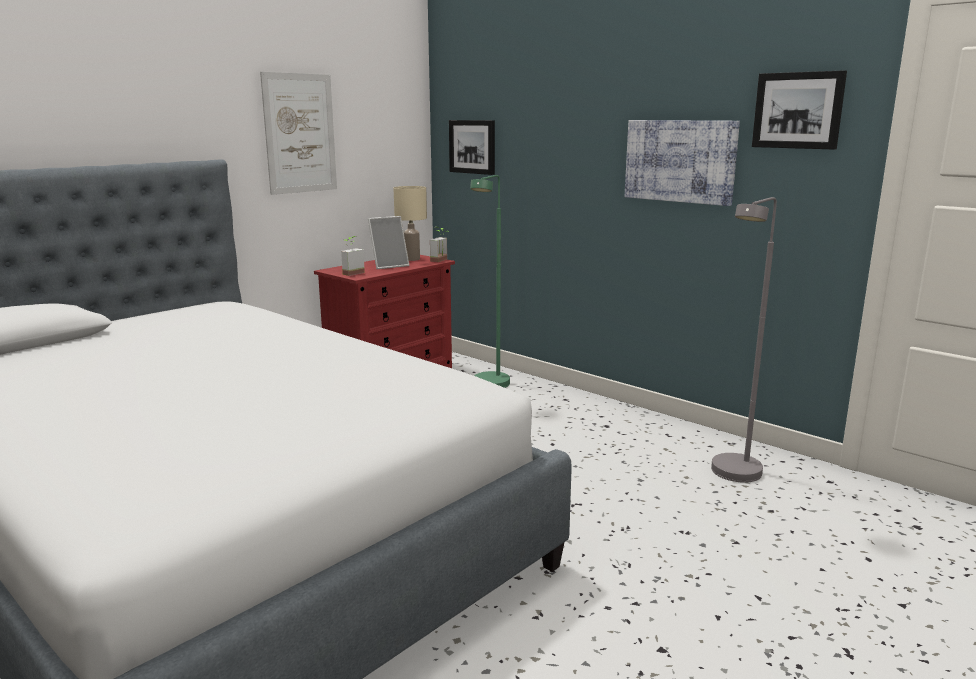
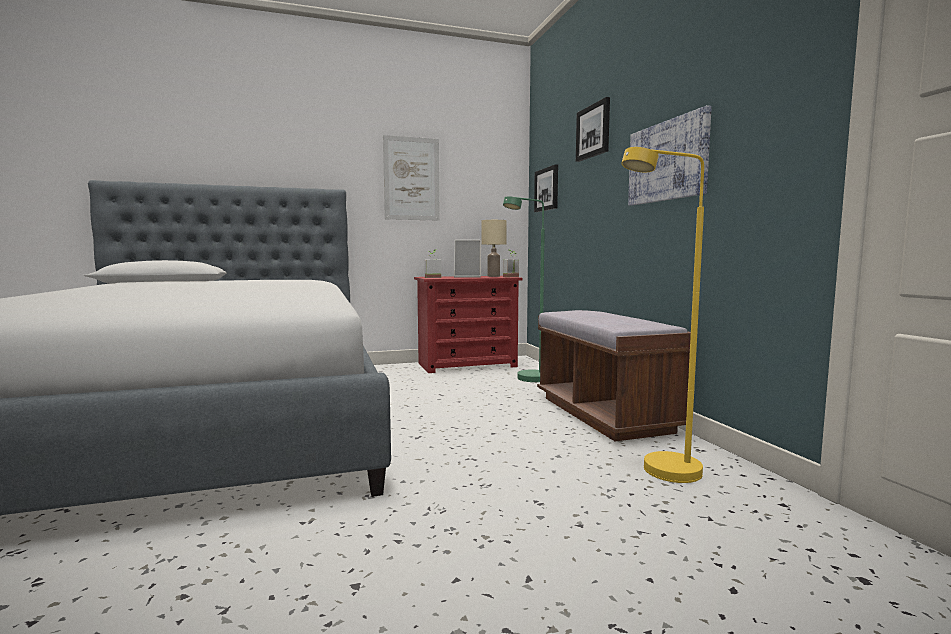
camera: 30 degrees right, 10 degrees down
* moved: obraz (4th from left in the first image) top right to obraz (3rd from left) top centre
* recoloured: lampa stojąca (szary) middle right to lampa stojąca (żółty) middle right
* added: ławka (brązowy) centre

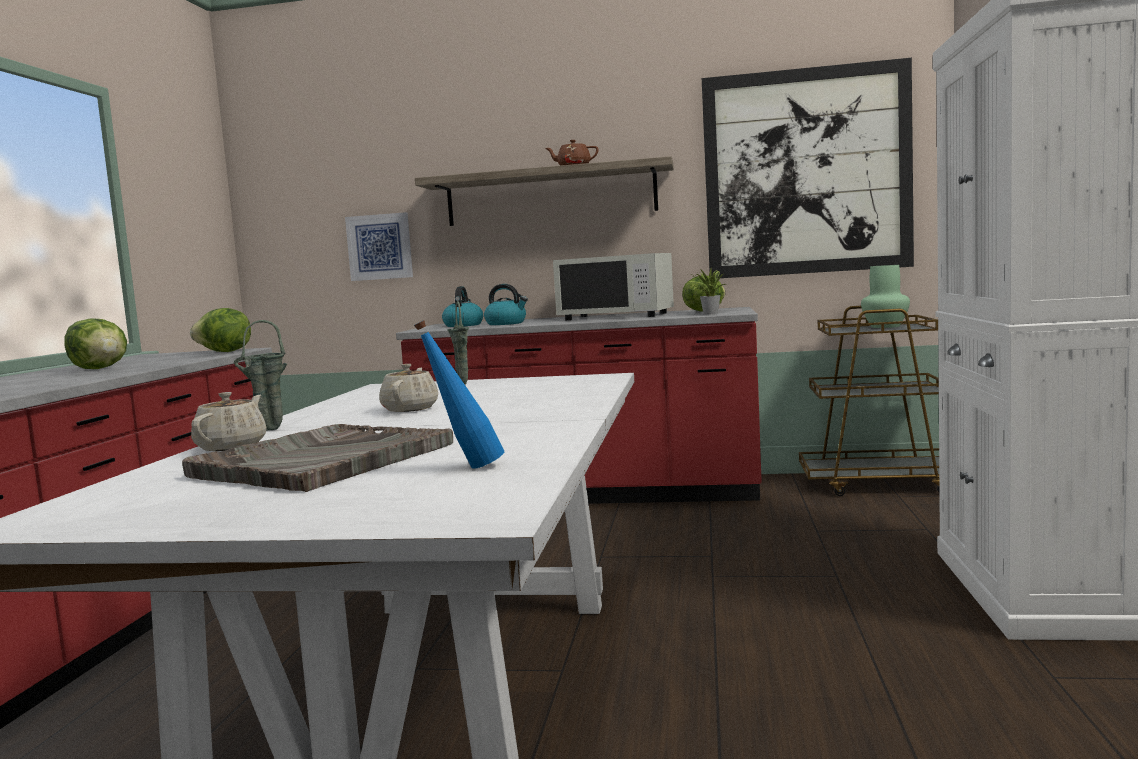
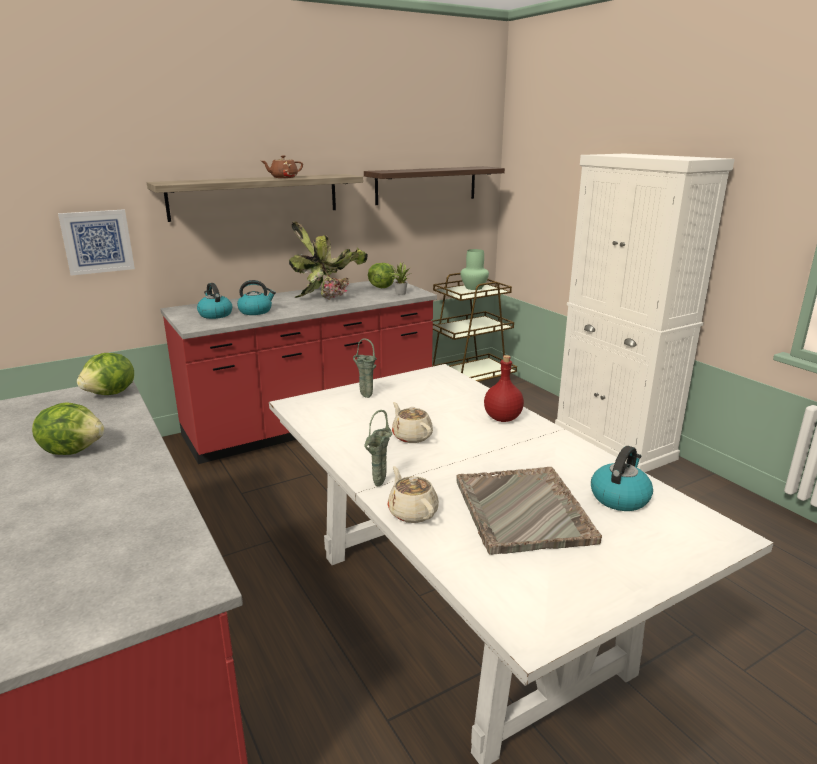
camera: 40 degrees left, 15 degrees up
* replaced: obraz (2nd from left) top right to półka (2nd from left) top centre
* replaced: mikrofalówka (biały) centre to roślina doniczkowa (1st from left) centre
* replaced: butelka (niebieski) centre to czajnik (3rd from left) middle right
* added: butelka (czerwony) centre

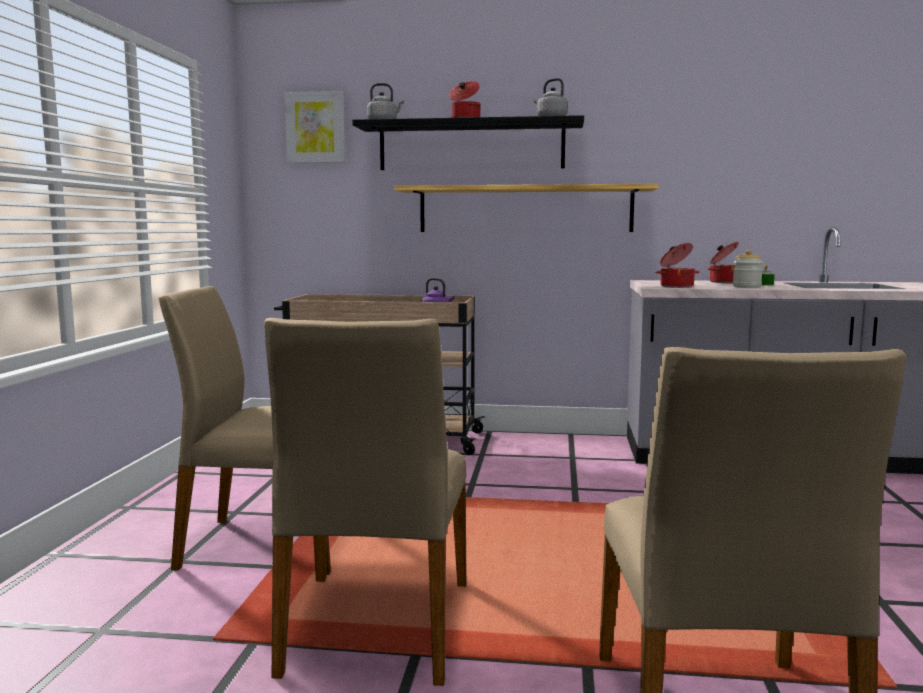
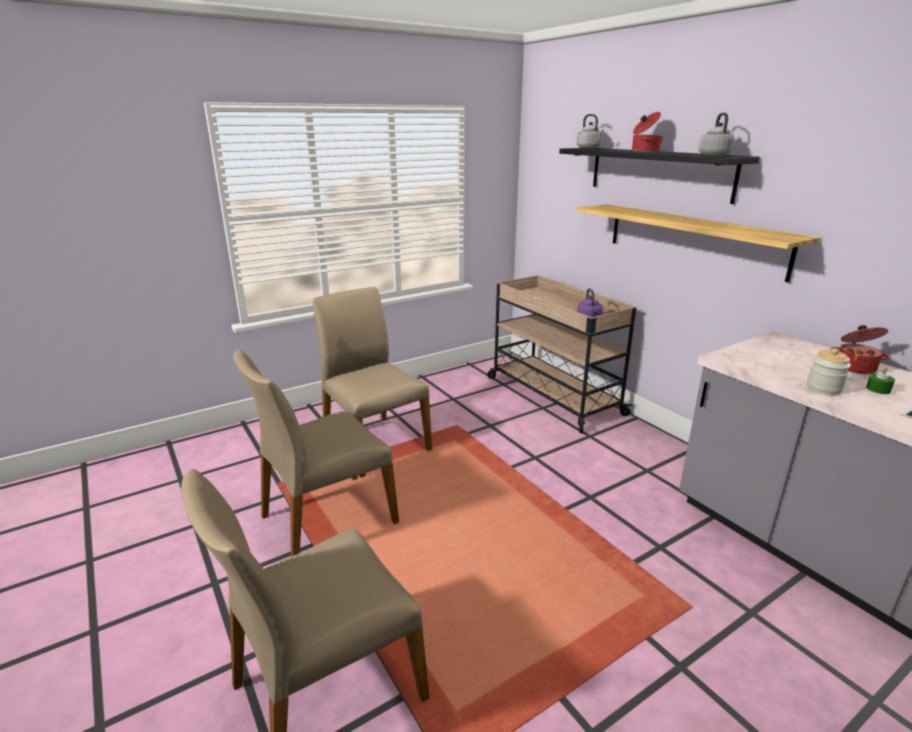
camera: 50 degrees right, 15 degrees up
* removed: obraz top centre
* removed: garnek (2nd from left) middle right

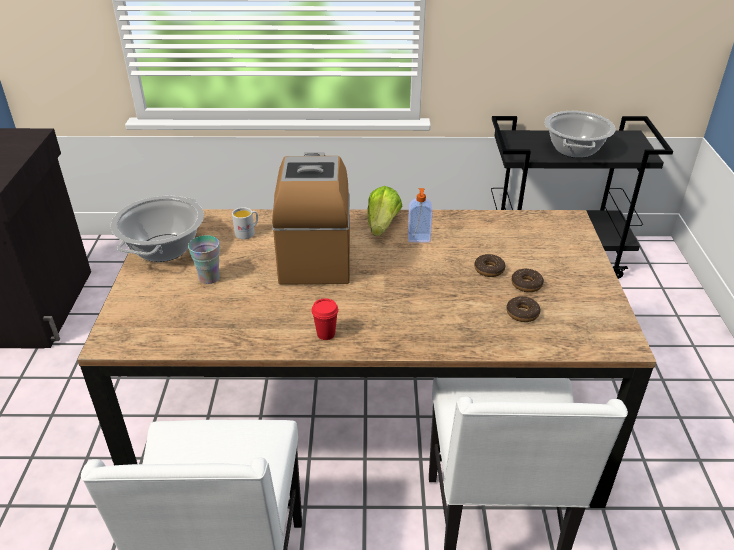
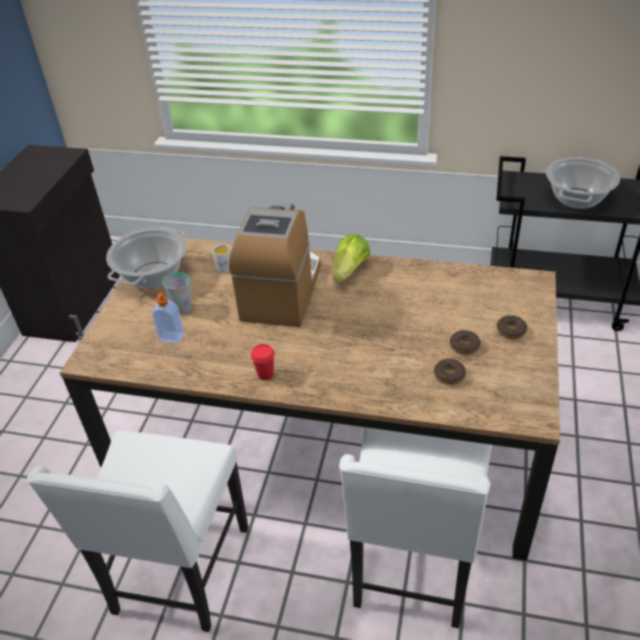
camera: 15 degrees right, 5 degrees up
* moved: dozownik mydła centre to middle left
* moved: donut (1st from left in the first image) centre to donut (3rd from left) middle right

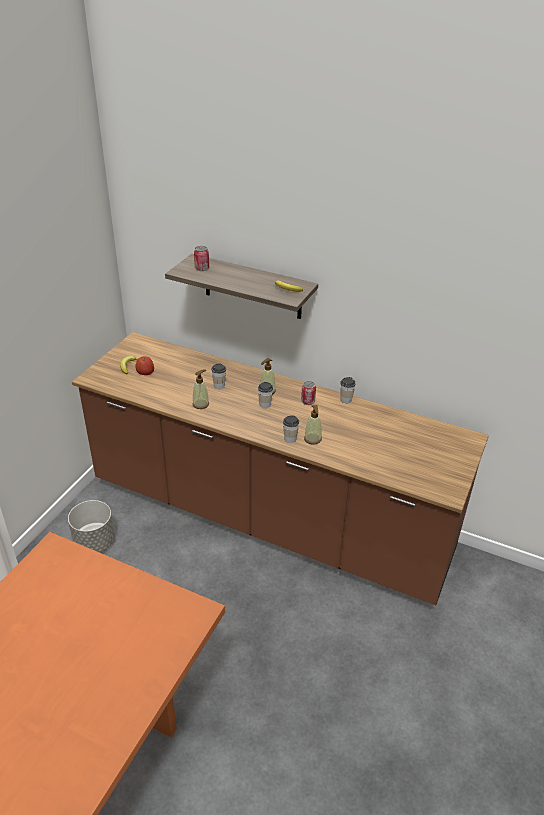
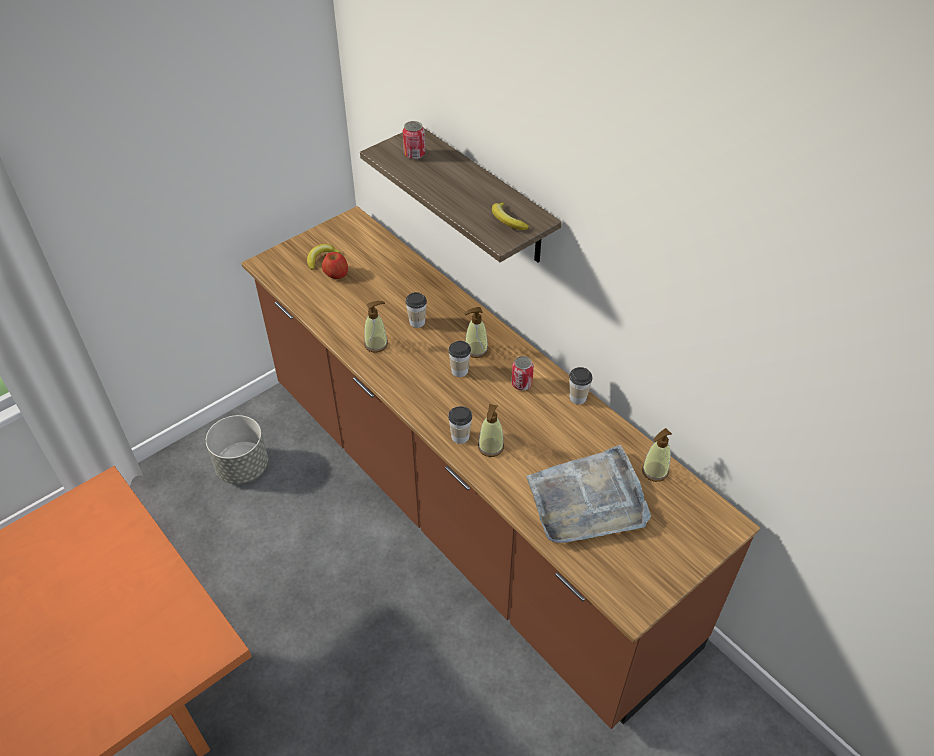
camera: 25 degrees right, 10 degrees up
* added: dozownik mydła (4th from left) middle right
* added: taca (szary) centre

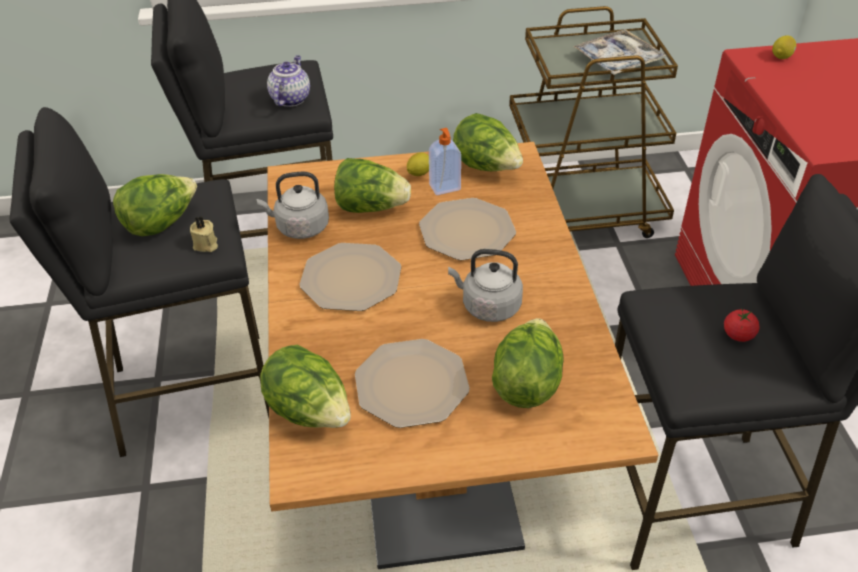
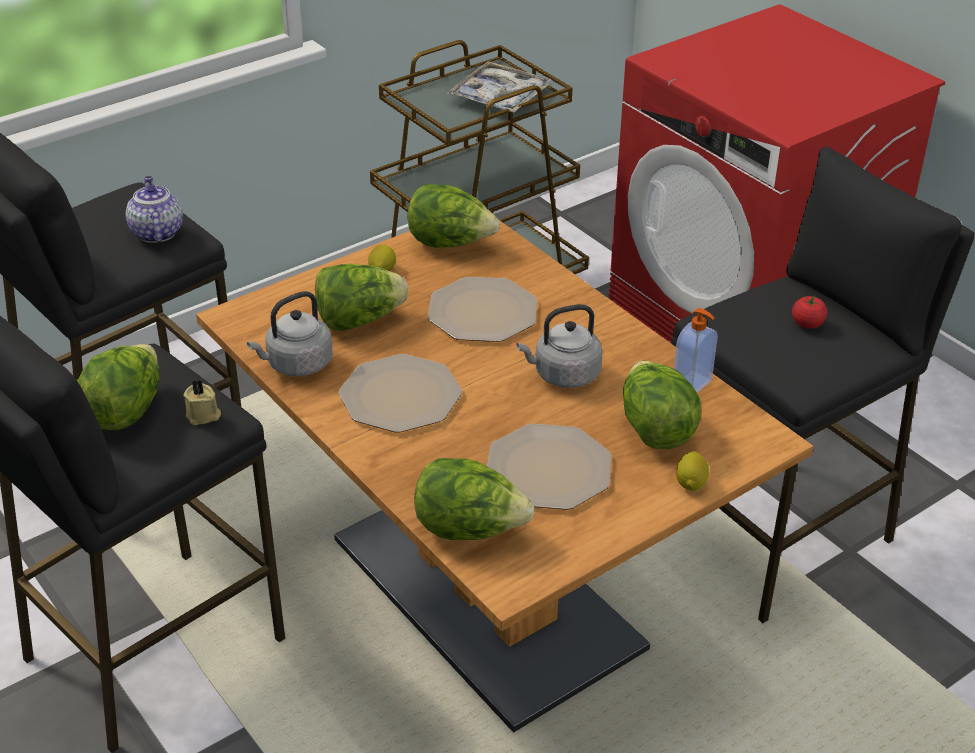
camera: 30 degrees left, 5 degrees down
* moved: cytryna (2nd from left) top right to middle right
* moved: dozownik mydła top centre to middle right

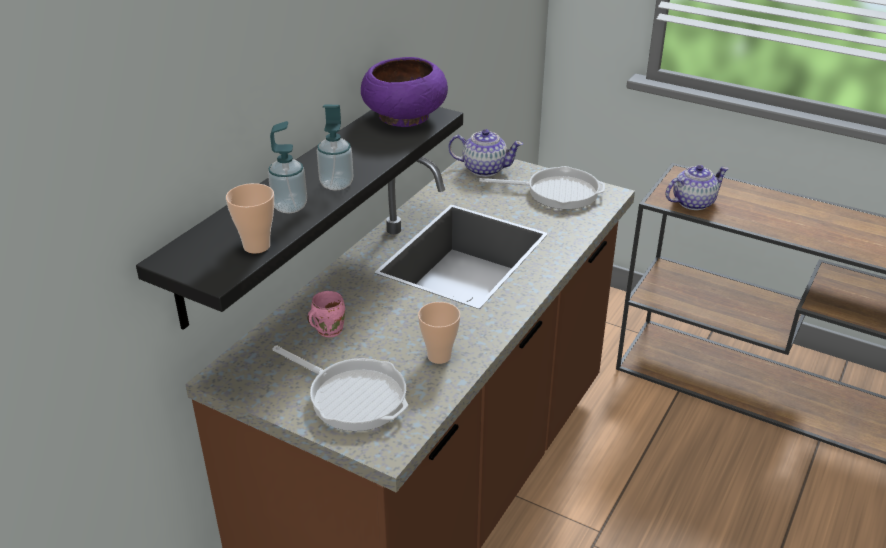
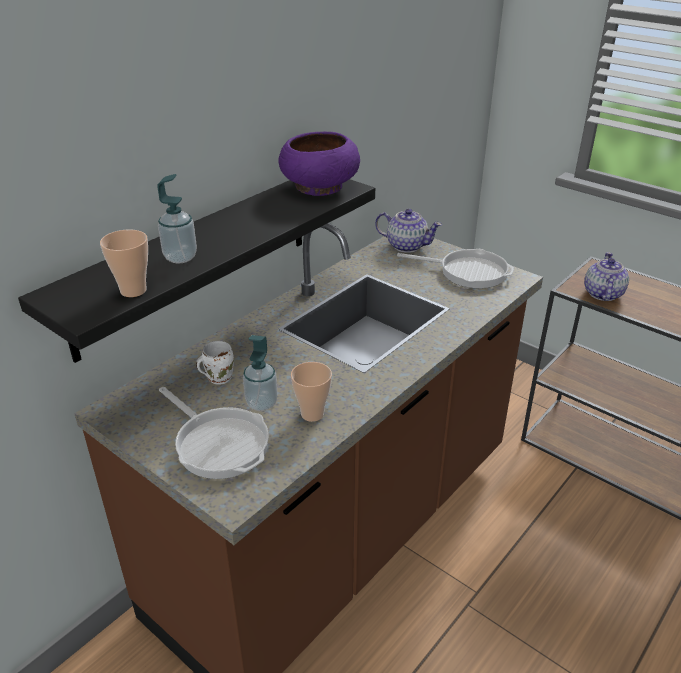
camera: 10 degrees right, 0 degrees up
* moved: dozownik mydła (2nd from left) top centre to centre
* turned: imbryk (2nd from left) middle right = middle right 60 degrees counterclockwise
* recoloured: kubek (różowy) centre to kubek (biały) middle left

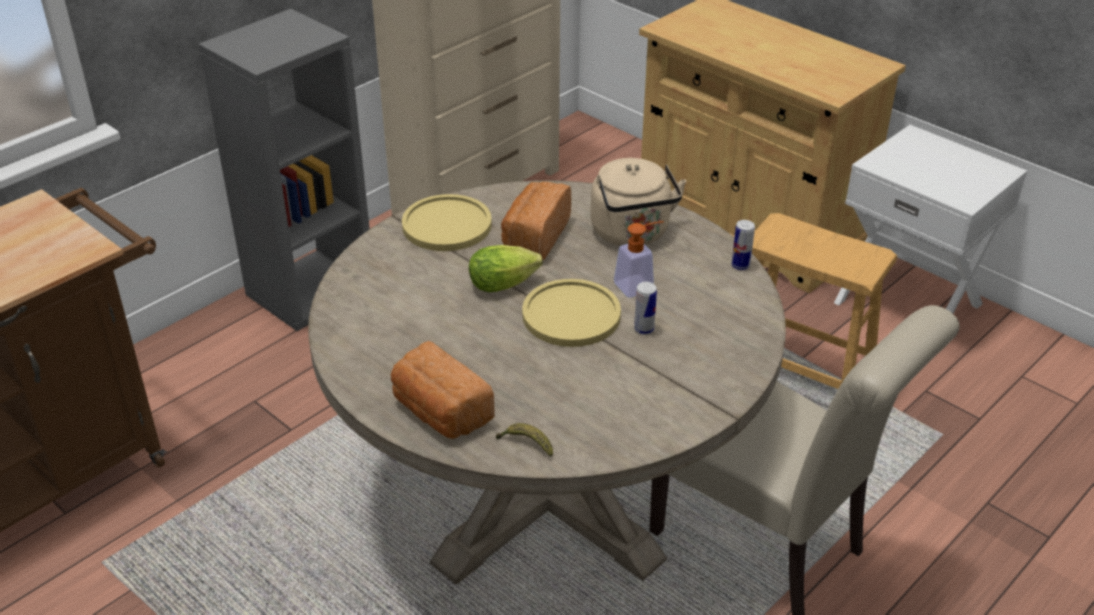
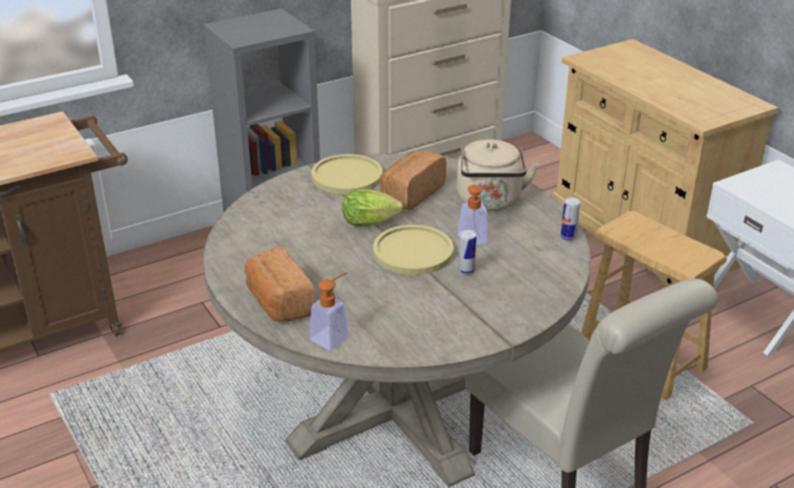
camera: 15 degrees right, 5 degrees down
* replaced: banan bottom centre to dozownik mydła (1st from left) centre

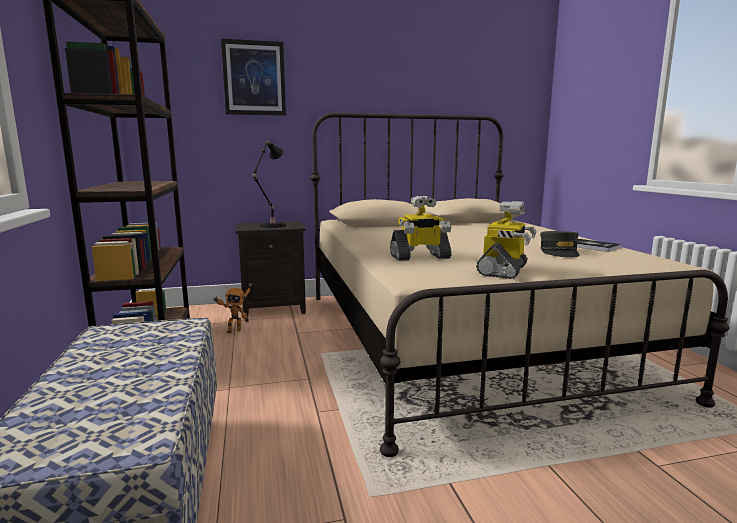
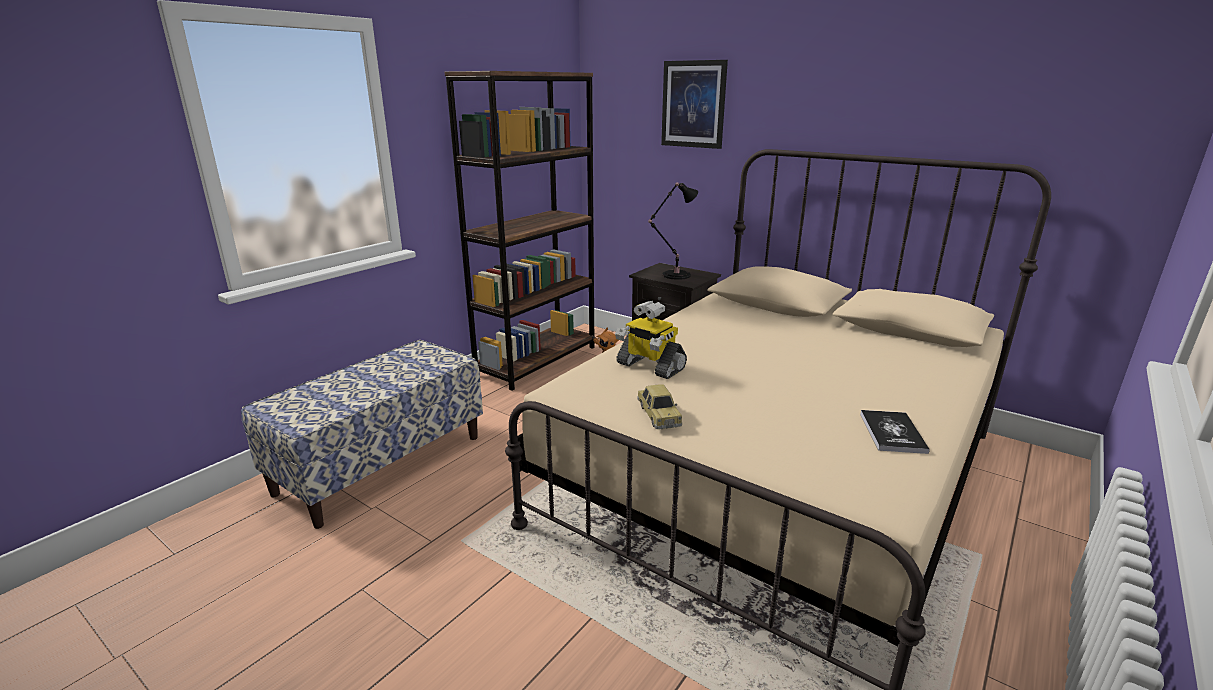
camera: 50 degrees right, 10 degrees up
* replaced: robot zabawkowy (3rd from left) middle right to samochodzik centre
* removed: czapka z daszkiem (szary) middle right

